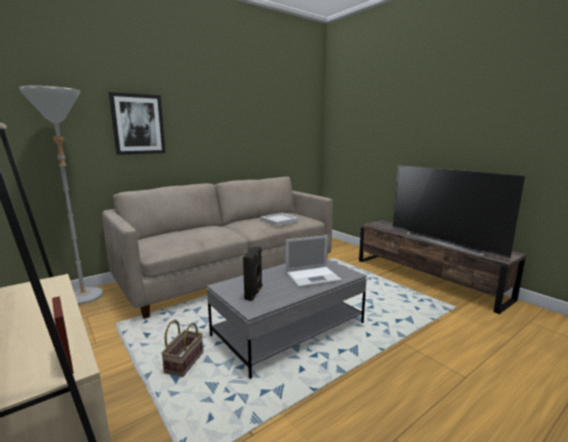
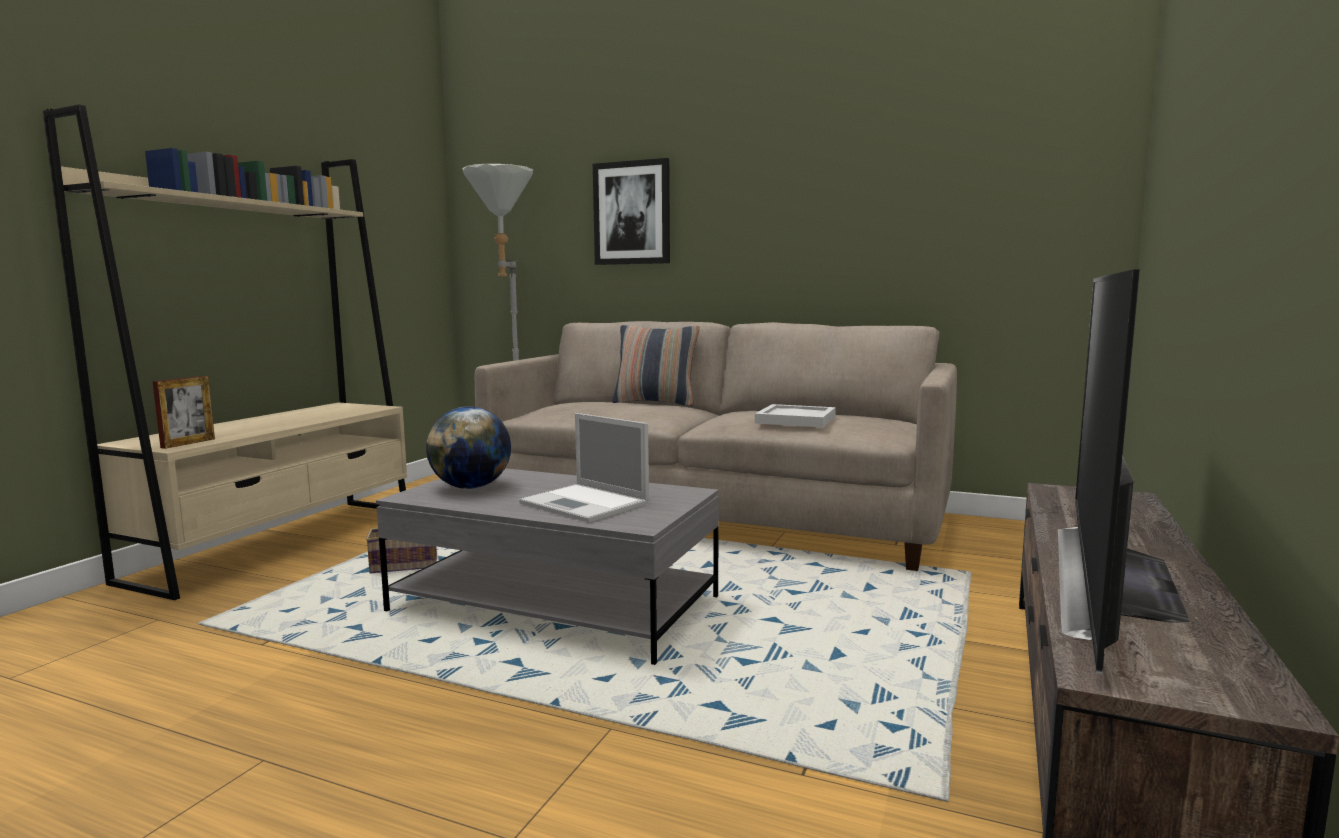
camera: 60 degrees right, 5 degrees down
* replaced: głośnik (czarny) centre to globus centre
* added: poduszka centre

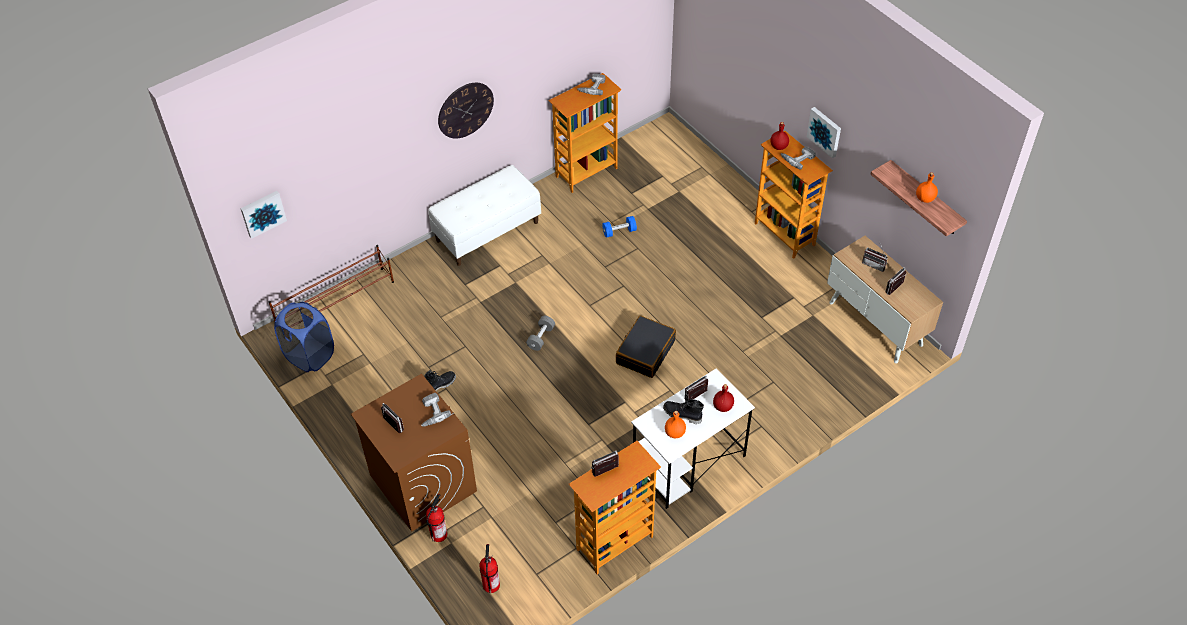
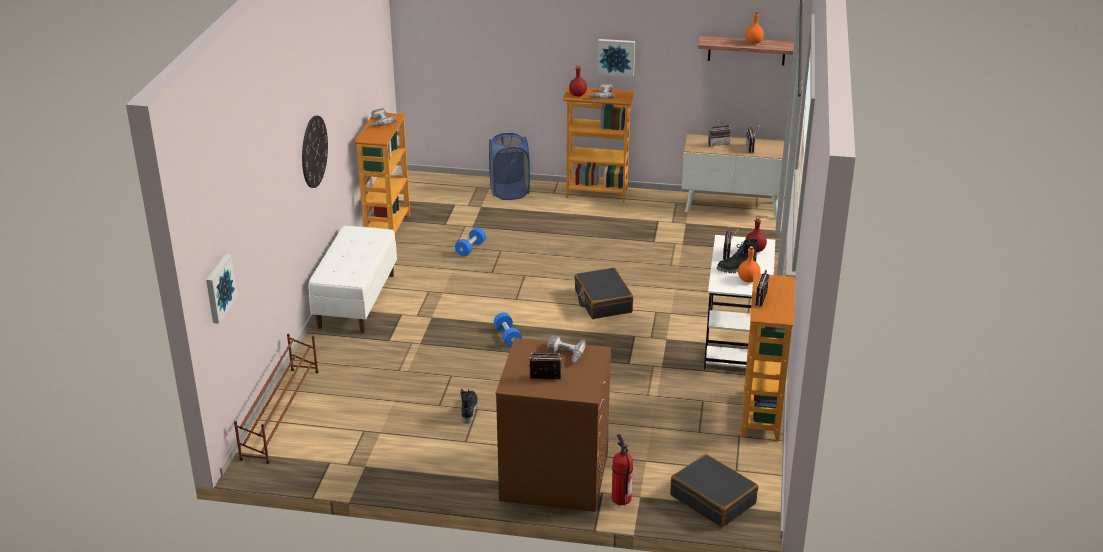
camera: 45 degrees left, 20 degrees down
* moved: kosz na pranie (niebieski) middle left to top centre
* recoloured: hantel (szary) centre to hantel (niebieski) (2nd from left) centre
* replaced: gaśnica (2nd from left) bottom centre to walizka (czarny) (2nd from left) bottom centre

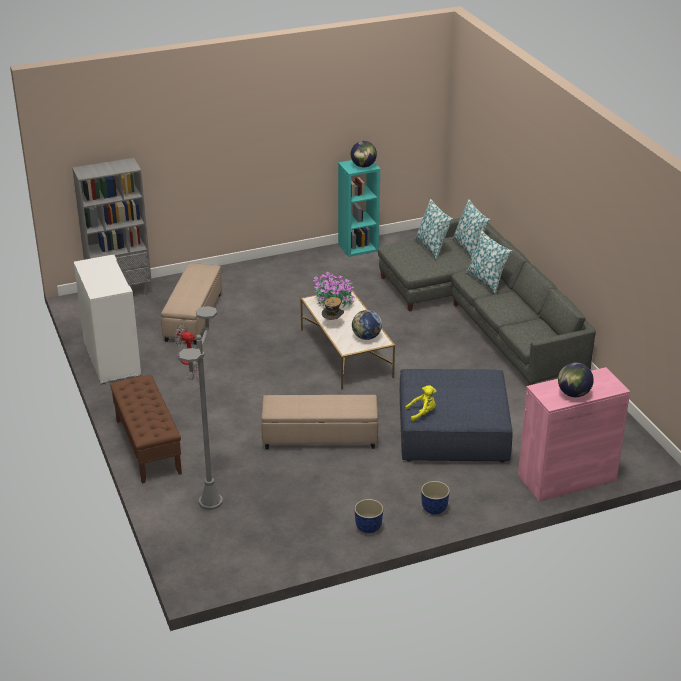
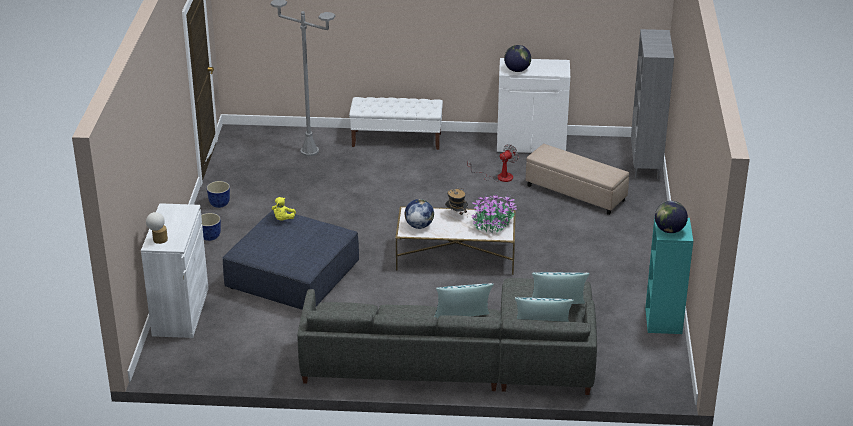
camera: 115 degrees right, 0 degrees up
* moved: globus (3rd from left in the first image) middle right to globus (2nd from left) top centre
* recoloured: szafka (różowy) middle right to szafka (biały) (1st from left) middle left
* recoloured: ławka (brązowy) middle left to ławka (biały) top centre
* removed: pufa (beżowy) (2nd from left) centre
* added: lampa stołowa middle left

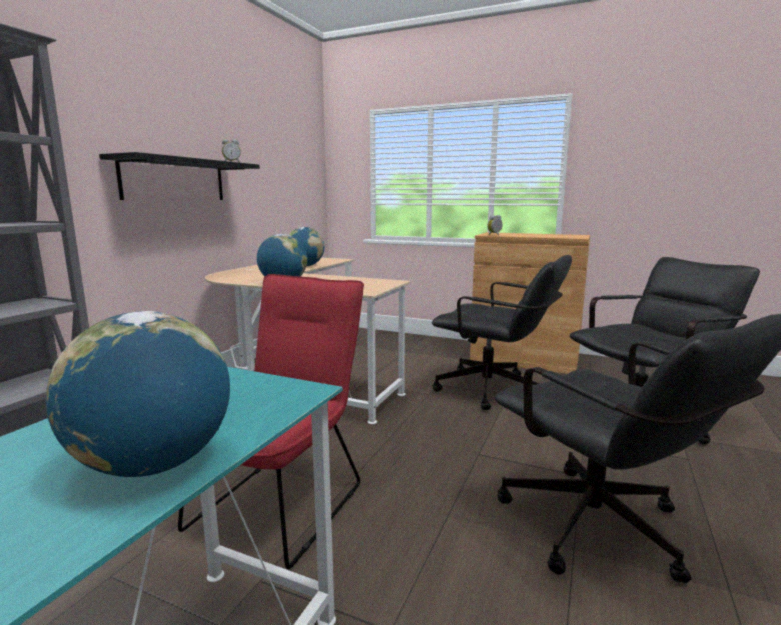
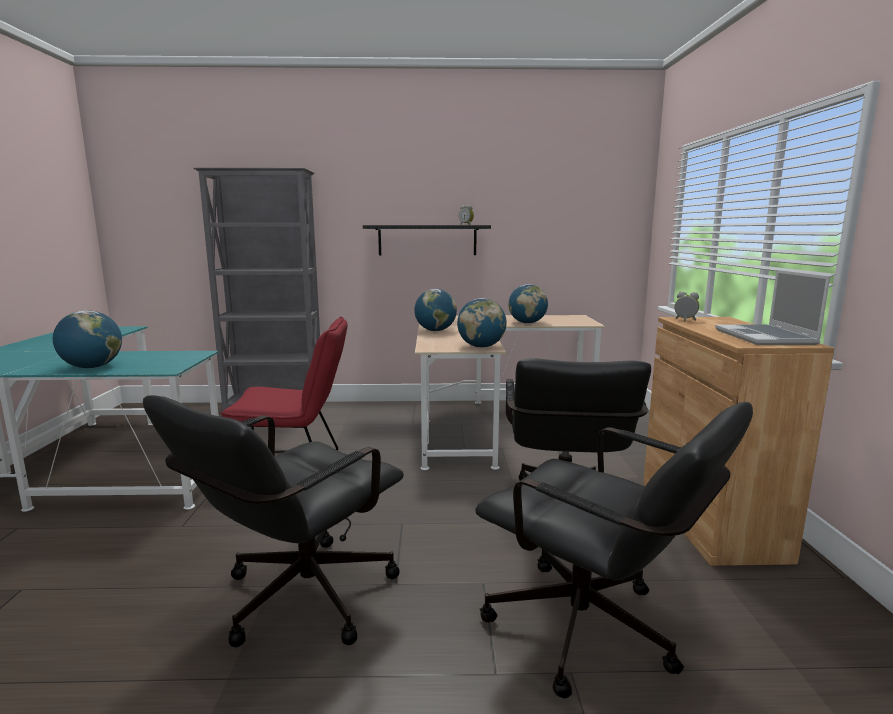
camera: 65 degrees right, 0 degrees up
* added: laptop middle right
* added: globus (3rd from left) centre

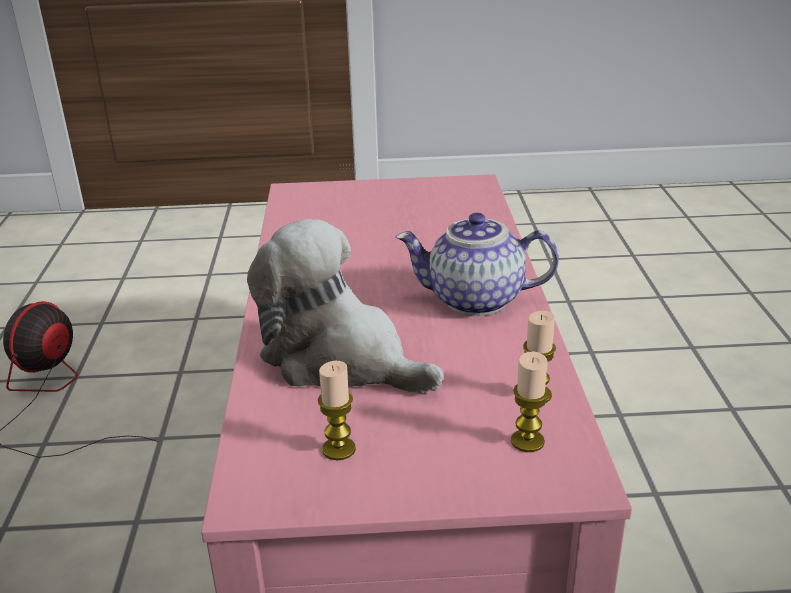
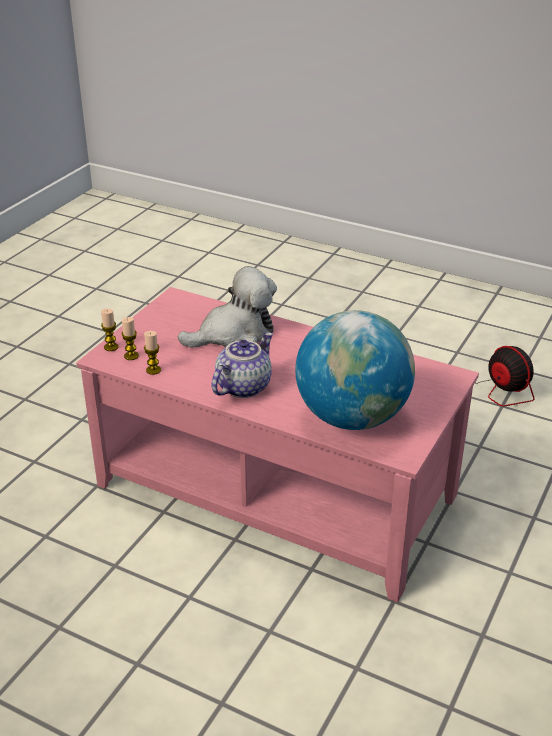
camera: 120 degrees right, 5 degrees up
* moved: świeca (1st from left) bottom centre to middle left
* added: globus centre

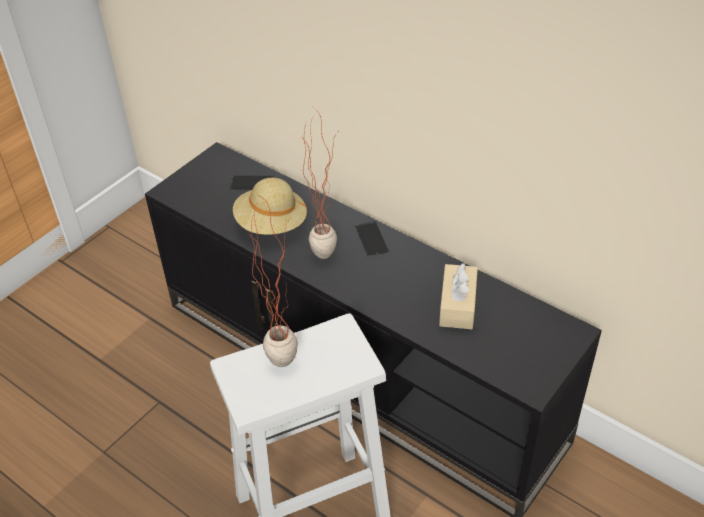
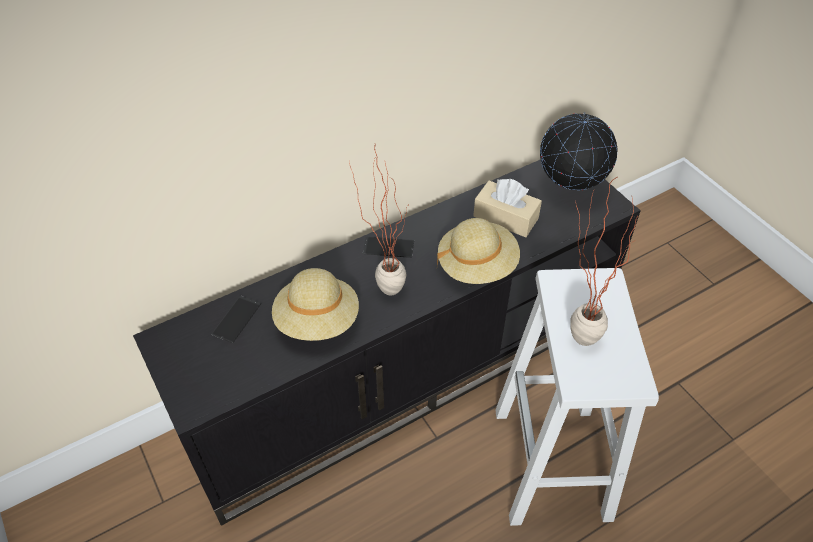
camera: 70 degrees left, 5 degrees up
* added: globus top right
* added: kapelusz (beżowy) (2nd from left) centre

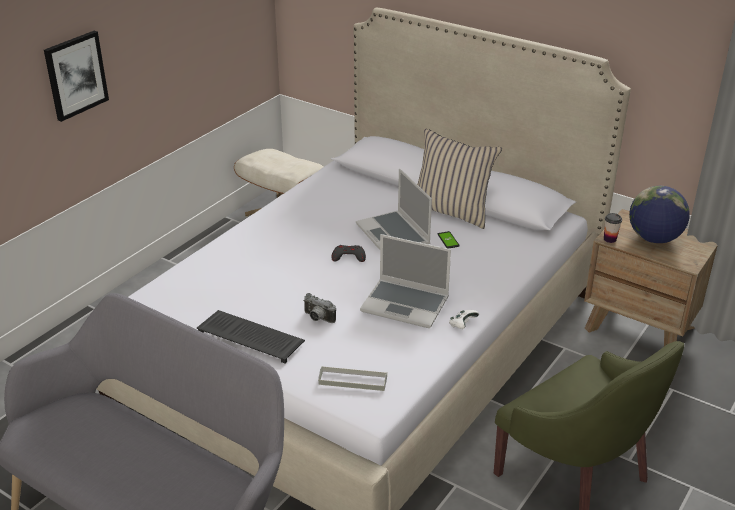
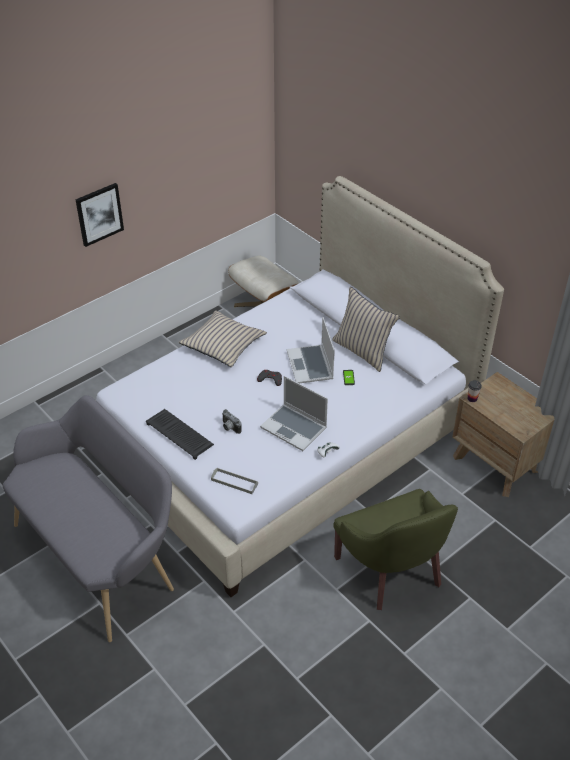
camera: 15 degrees right, 10 degrees up
* removed: globus middle right
* added: poduszka (beżowy) (1st from left) centre

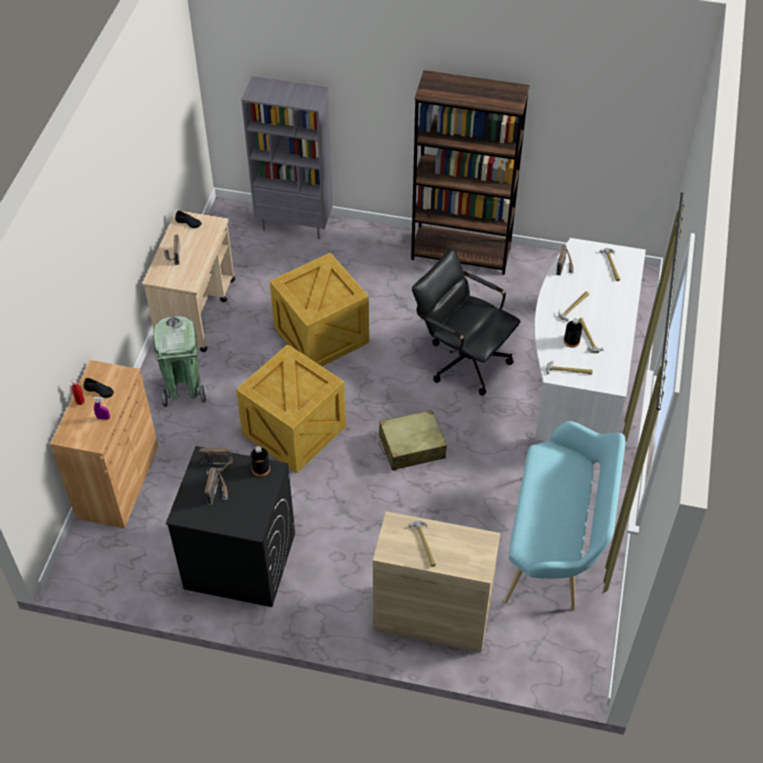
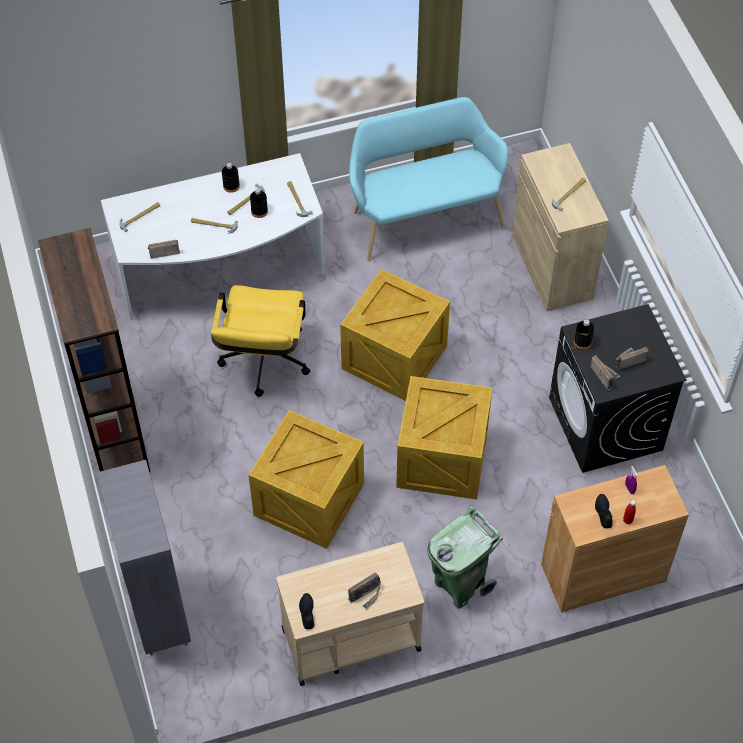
camera: 120 degrees left, 5 degrees up
* recoloured: krzesło biurowe (czarny) centre to krzesło biurowe (żółty) centre
* replaced: walizka (beżowy) centre to skrzynka (2nd from left) centre
* added: butelka (czarny) (1st from left) top left

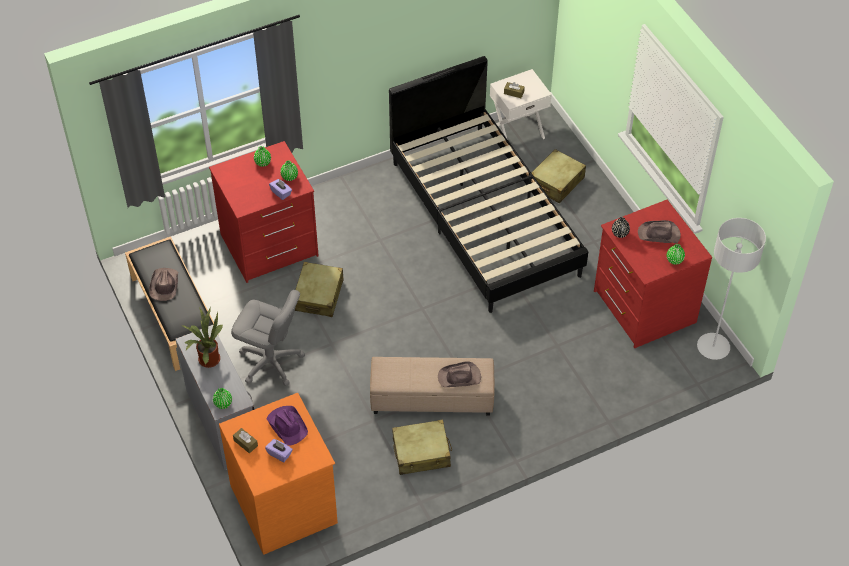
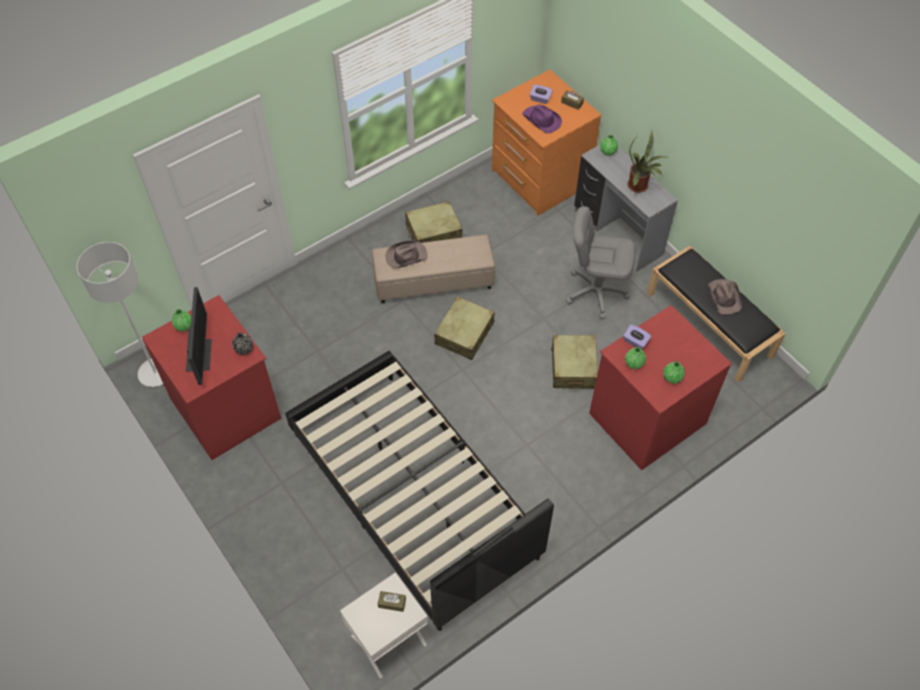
camera: 170 degrees right, 5 degrees up
* moved: walizka (beżowy) (3rd from left in the first image) top centre to walizka (beżowy) (2nd from left) centre
* replaced: kapelusz (brązowy) (3rd from left) middle right to monitor middle left

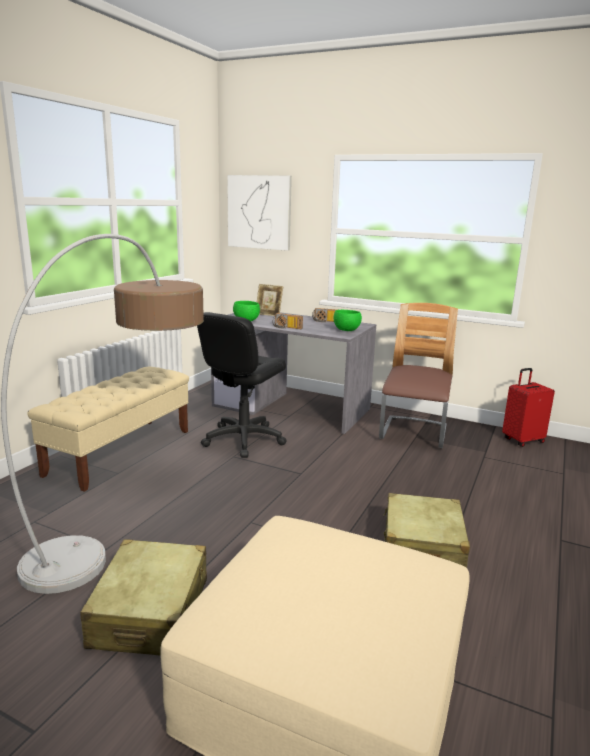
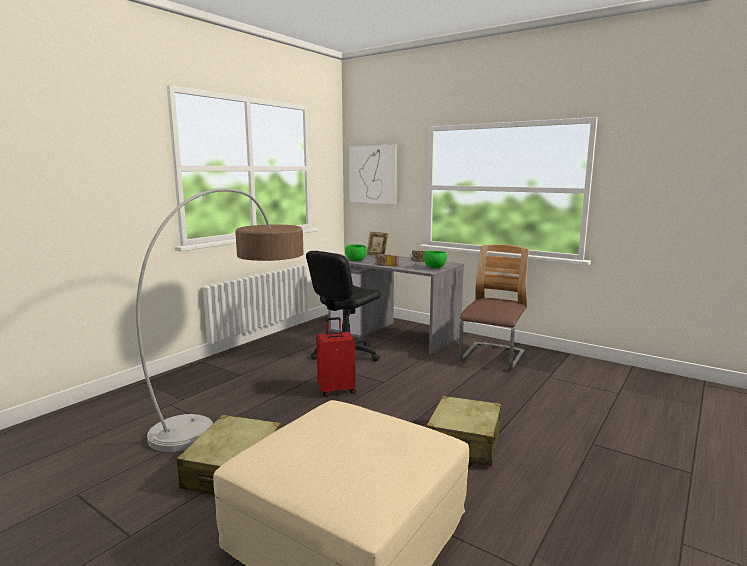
camera: 10 degrees right, 5 degrees down
* removed: ławka (beżowy) middle left
* moved: walizka (czerwony) middle right to centre

